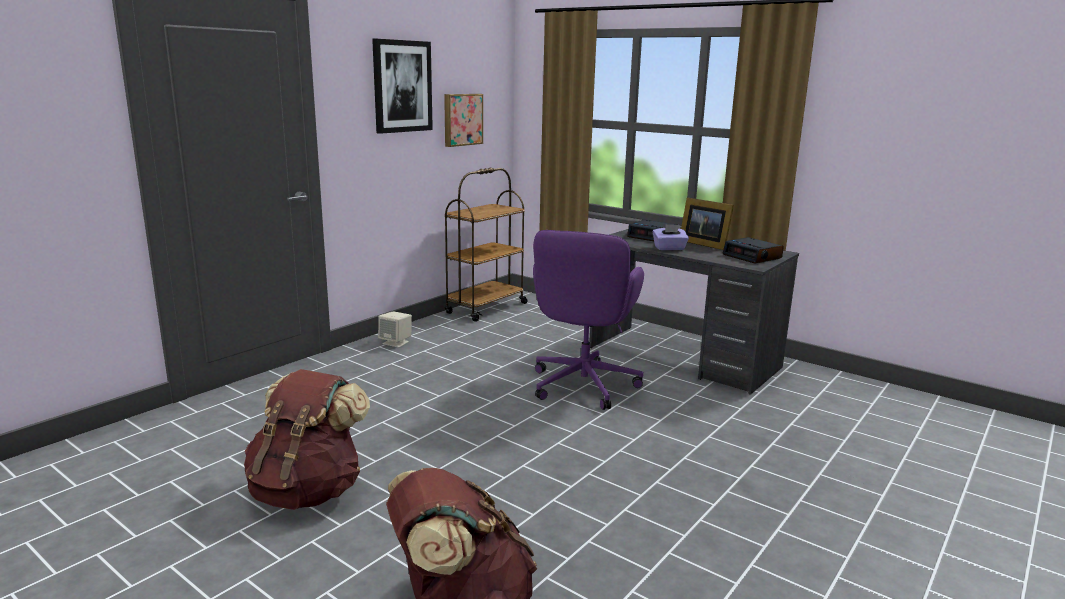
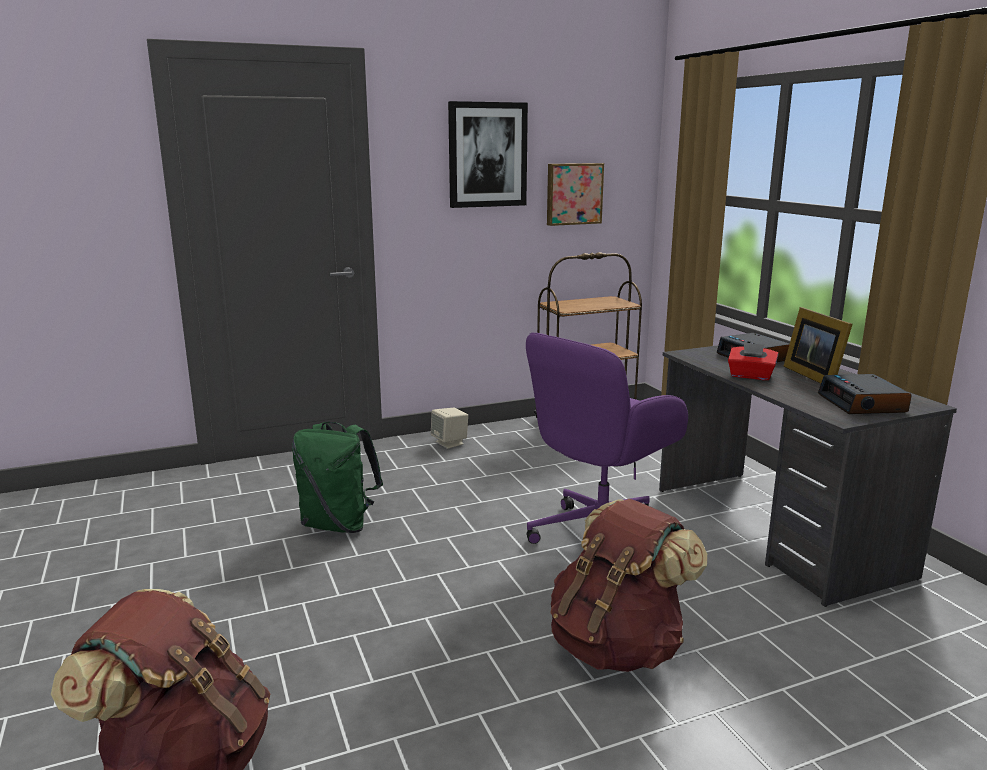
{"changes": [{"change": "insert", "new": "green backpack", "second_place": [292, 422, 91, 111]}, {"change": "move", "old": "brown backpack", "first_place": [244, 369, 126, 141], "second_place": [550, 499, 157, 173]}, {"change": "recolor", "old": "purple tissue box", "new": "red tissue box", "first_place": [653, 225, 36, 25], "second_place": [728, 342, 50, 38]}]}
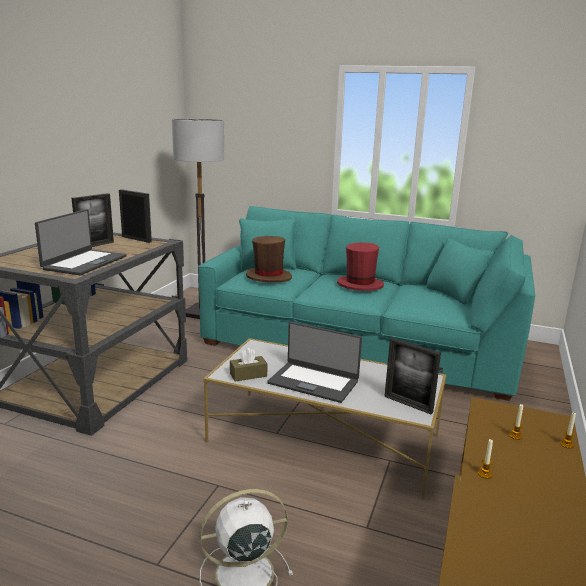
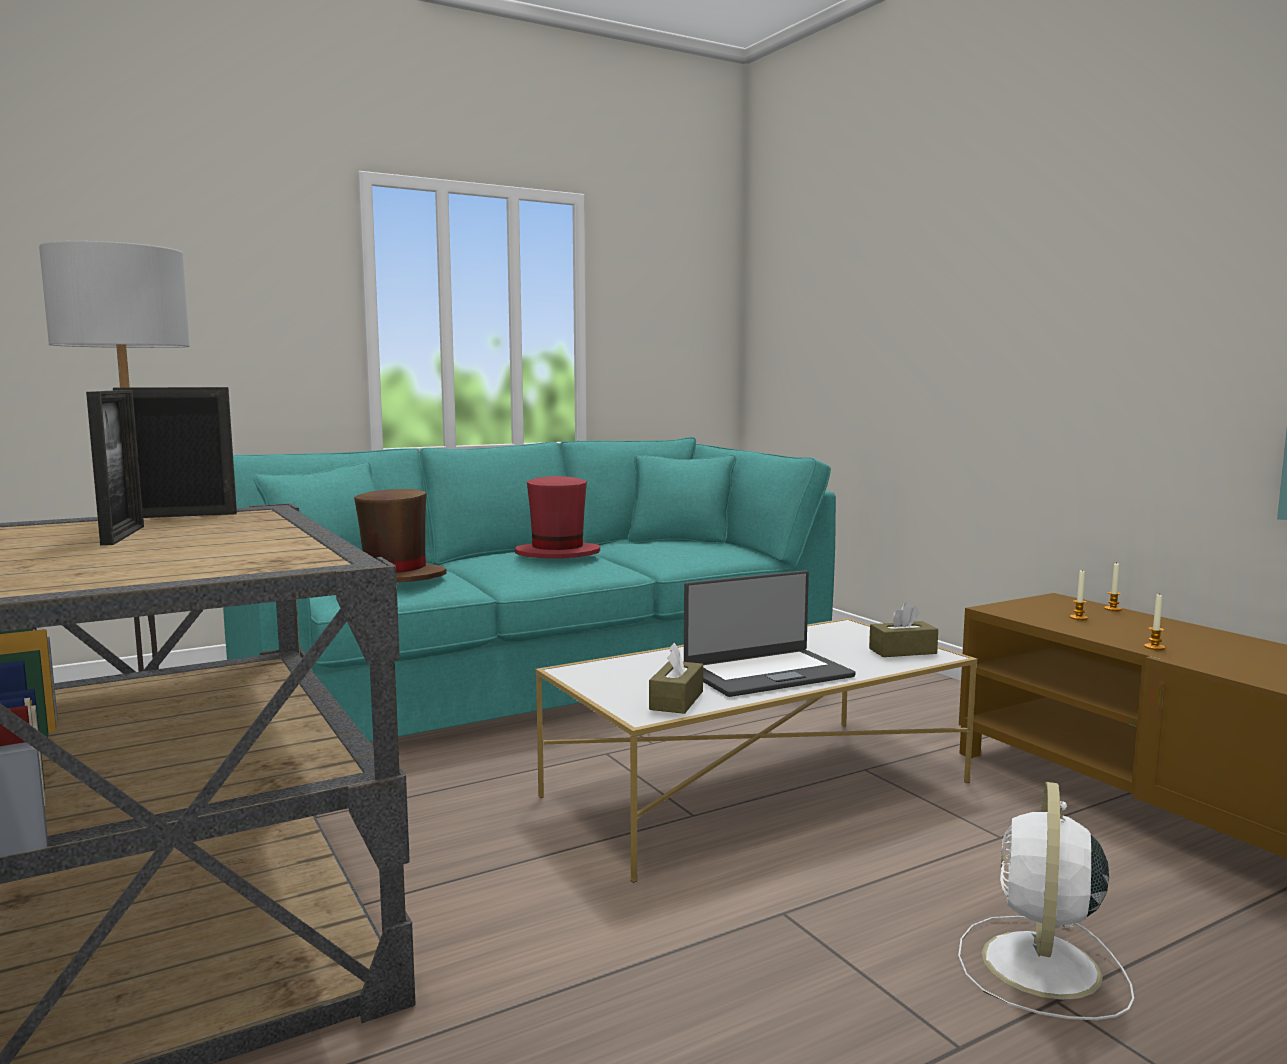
{"changes": [{"change": "replace", "old": "picture frame", "new": "brown tissue box", "first_place": [384, 338, 57, 76], "second_place": [869, 603, 69, 54]}, {"change": "delete", "old": "laptop", "first_place": [35, 209, 92, 66]}]}
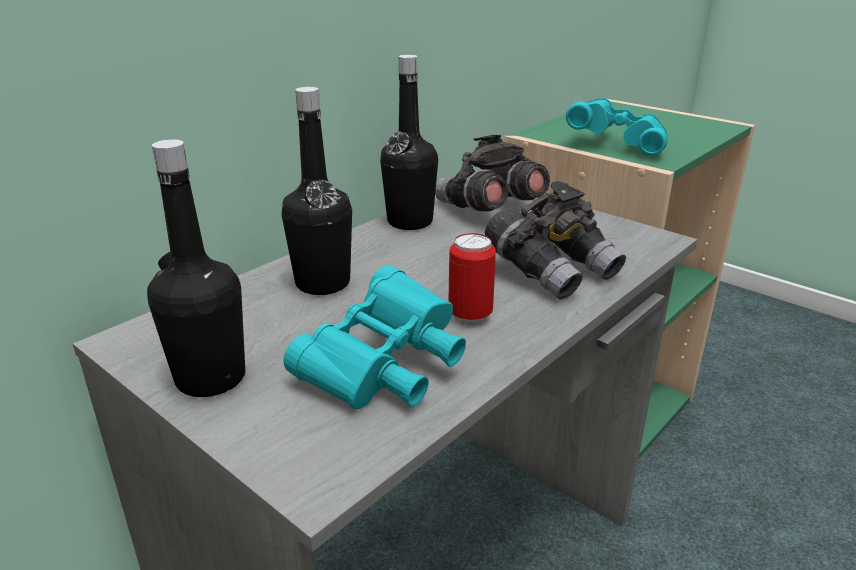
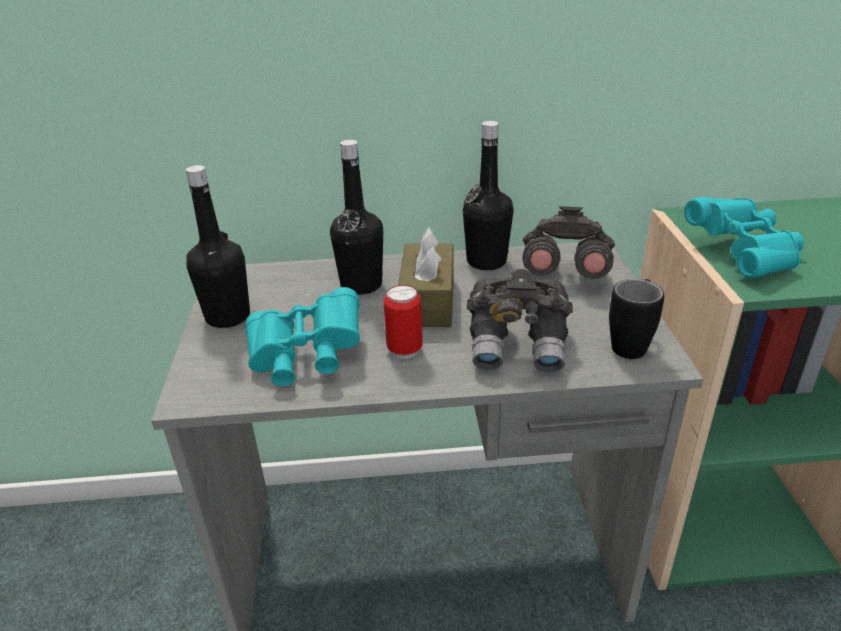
{"changes": [{"change": "insert", "new": "brown tissue box", "second_place": [398, 227, 56, 100]}, {"change": "insert", "new": "black mug", "second_place": [609, 279, 55, 80]}]}
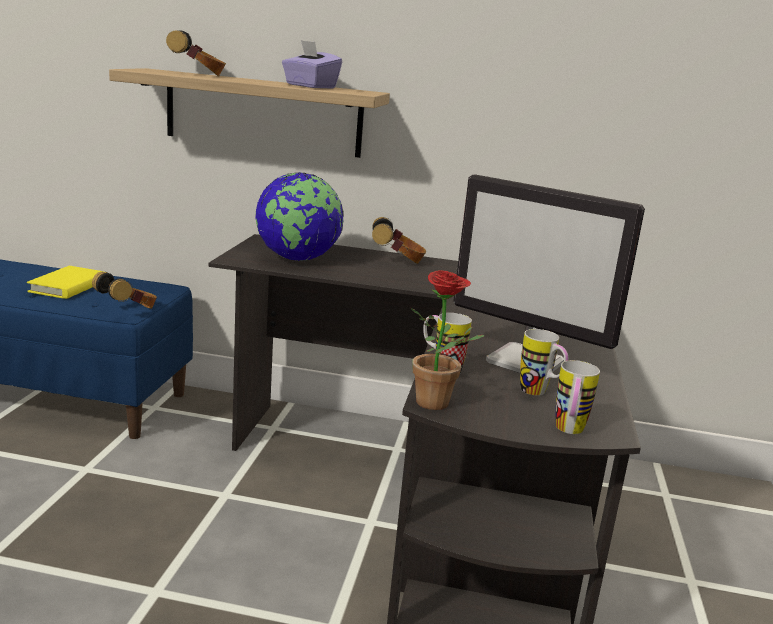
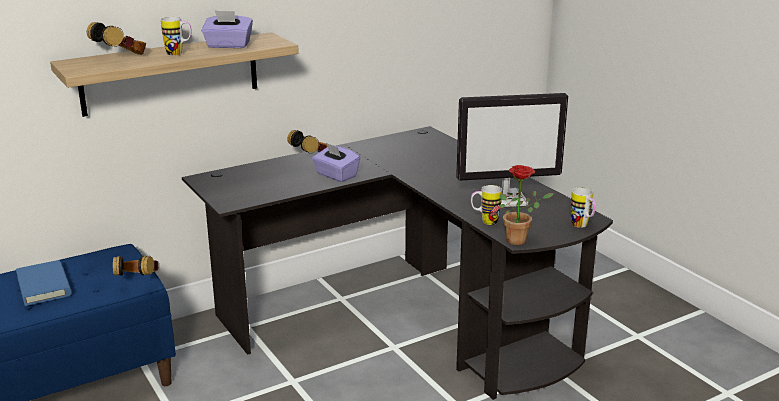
{"changes": [{"change": "recolor", "old": "yellow book", "new": "blue book", "first_place": [27, 266, 76, 33], "second_place": [16, 260, 56, 46]}, {"change": "move", "old": "mug", "first_place": [520, 329, 48, 67], "second_place": [161, 17, 31, 39]}, {"change": "insert", "new": "purple tissue box", "second_place": [312, 143, 48, 39]}, {"change": "delete", "old": "globe", "first_place": [256, 172, 88, 89]}]}
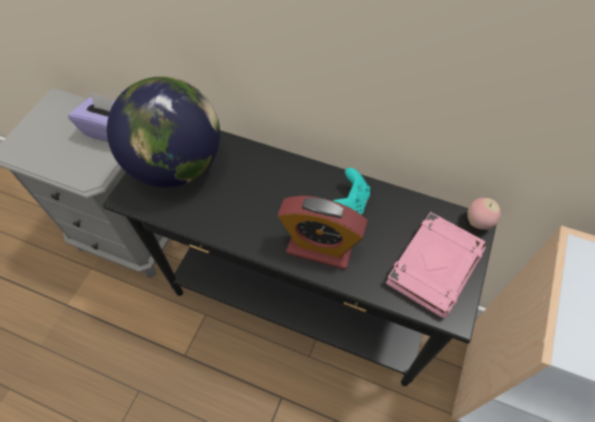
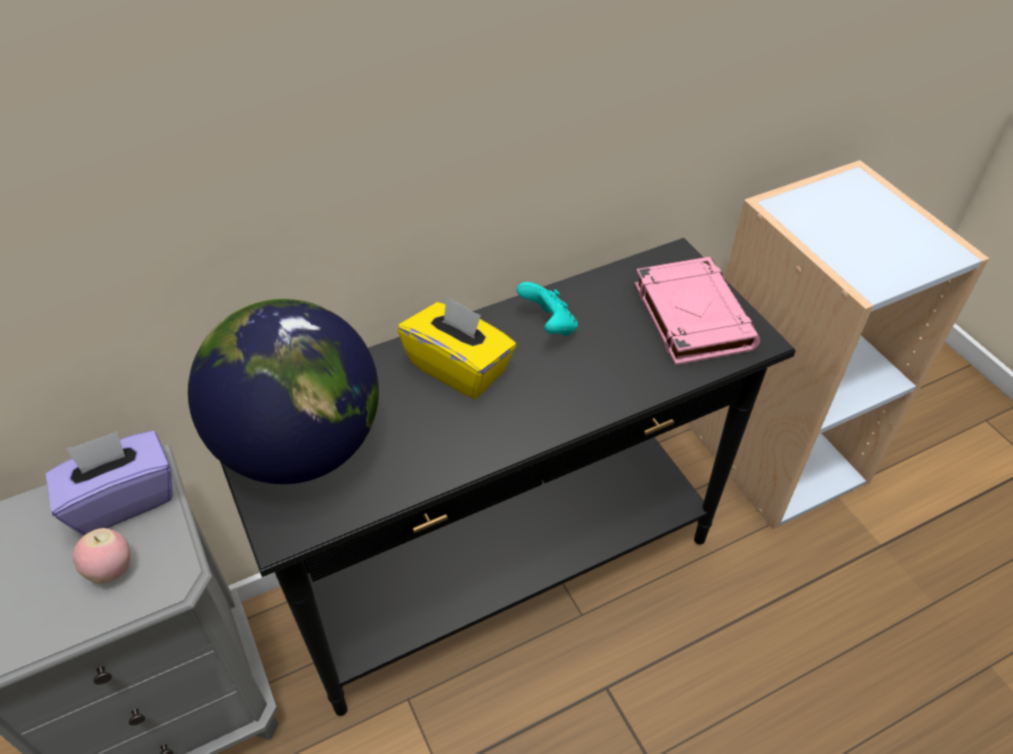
{"changes": [{"change": "move", "old": "apple", "first_place": [467, 198, 34, 32], "second_place": [73, 528, 57, 56]}, {"change": "insert", "new": "yellow tissue box", "second_place": [398, 295, 118, 104]}, {"change": "delete", "old": "alarm clock", "first_place": [278, 196, 90, 73]}]}
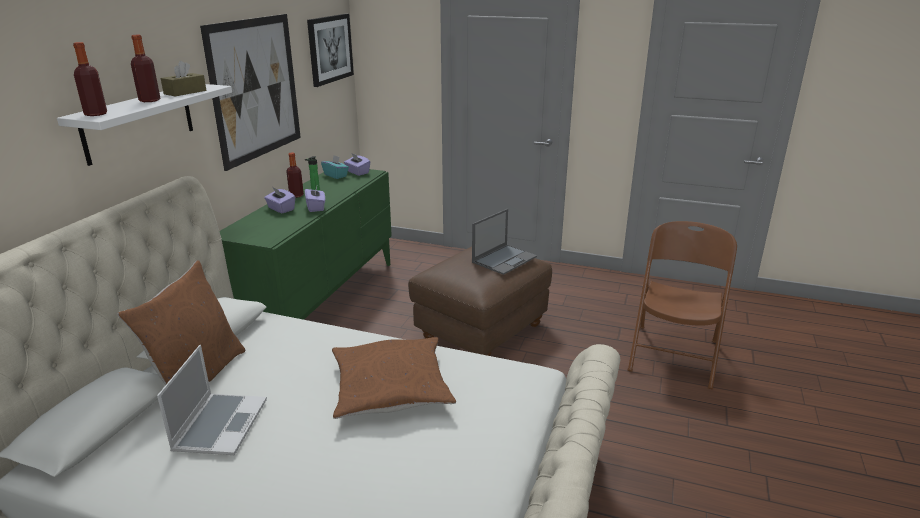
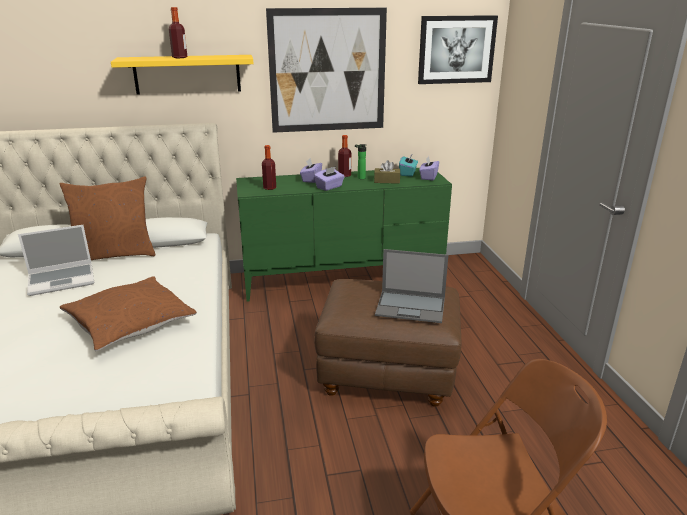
{"changes": [{"change": "recolor", "old": "white shelf", "new": "yellow shelf", "first_place": [57, 84, 175, 82], "second_place": [111, 55, 143, 40]}, {"change": "move", "old": "bottle", "first_place": [73, 42, 34, 74], "second_place": [262, 145, 14, 45]}, {"change": "move", "old": "brown tissue box", "first_place": [161, 61, 45, 35], "second_place": [374, 160, 26, 24]}]}
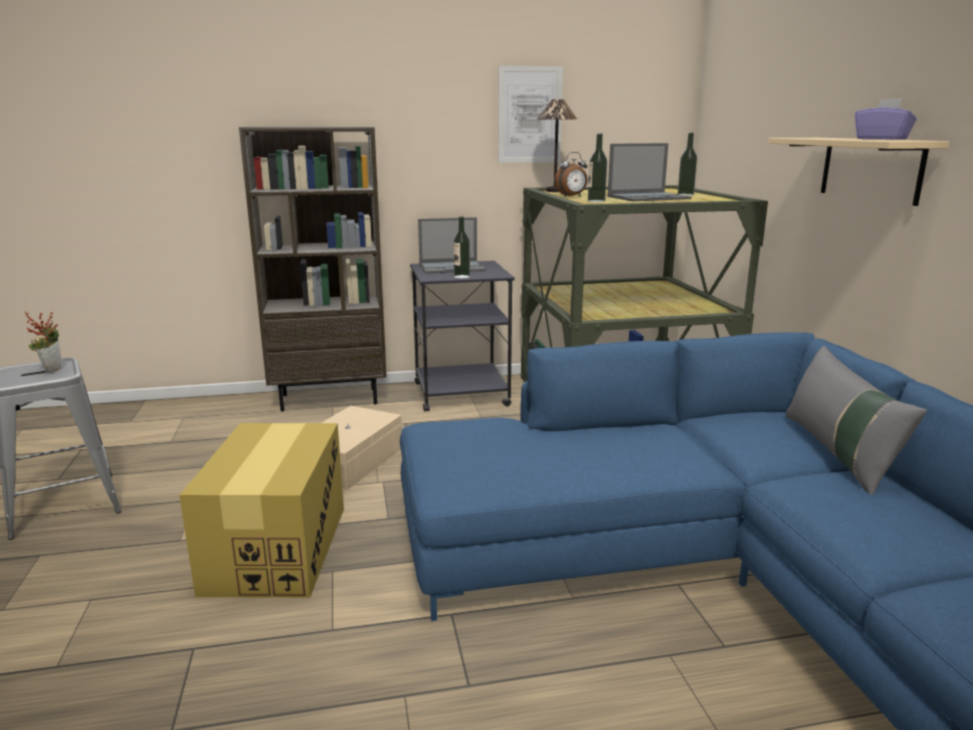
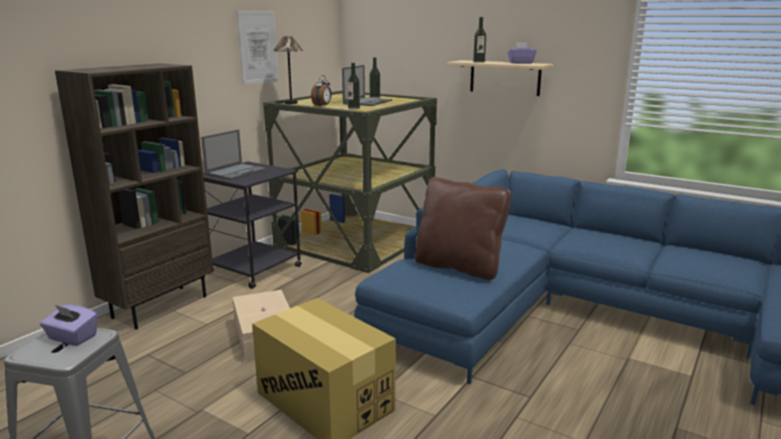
{"changes": [{"change": "replace", "old": "potted plant", "new": "purple tissue box", "first_place": [25, 311, 36, 62], "second_place": [40, 304, 58, 42]}, {"change": "insert", "new": "brown pillow", "second_place": [415, 177, 96, 103]}, {"change": "move", "old": "bottle", "first_place": [453, 217, 17, 62], "second_place": [473, 17, 13, 46]}, {"change": "delete", "old": "grey pillow", "first_place": [786, 346, 141, 149]}]}
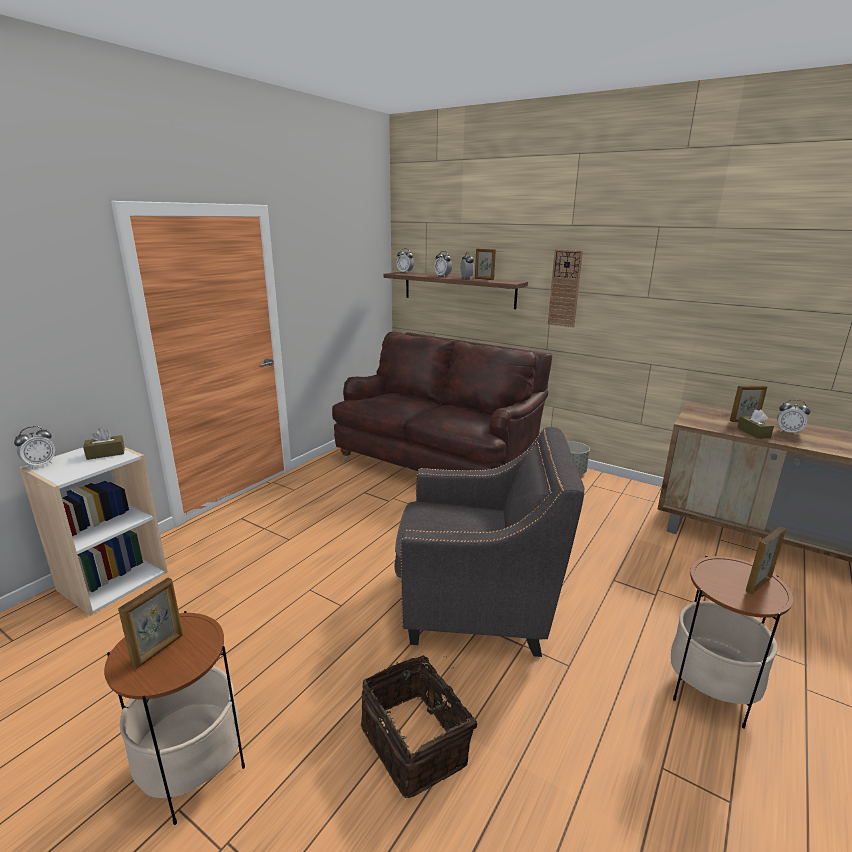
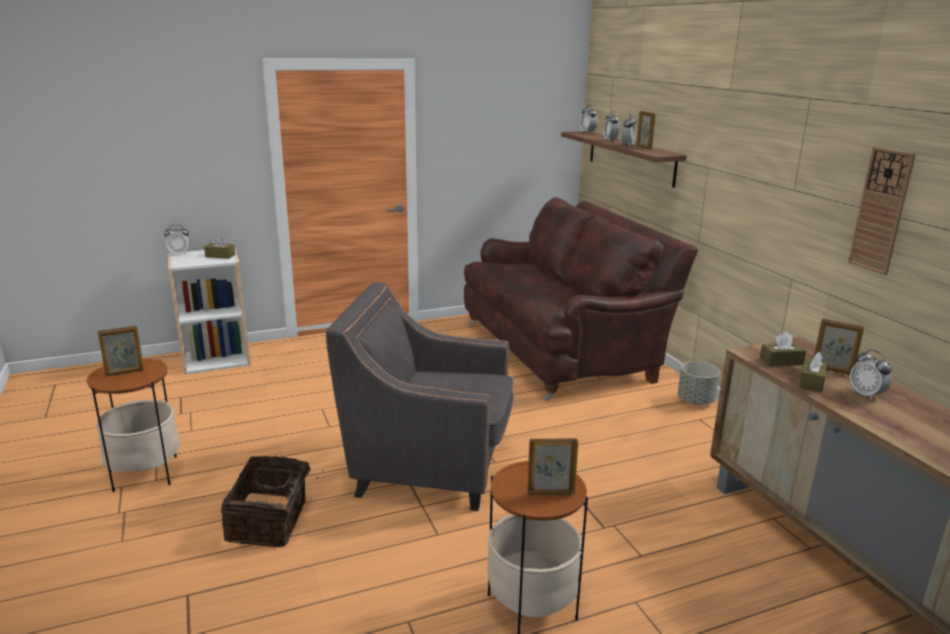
{"changes": [{"change": "rotate", "old": "grey armchair", "first_place": [394, 427, 190, 230], "second_place": [326, 282, 187, 229], "degrees": 150}, {"change": "insert", "new": "brown tissue box", "second_place": [760, 332, 46, 34]}, {"change": "move", "old": "wall clock", "first_place": [548, 249, 35, 78], "second_place": [848, 147, 68, 128]}]}
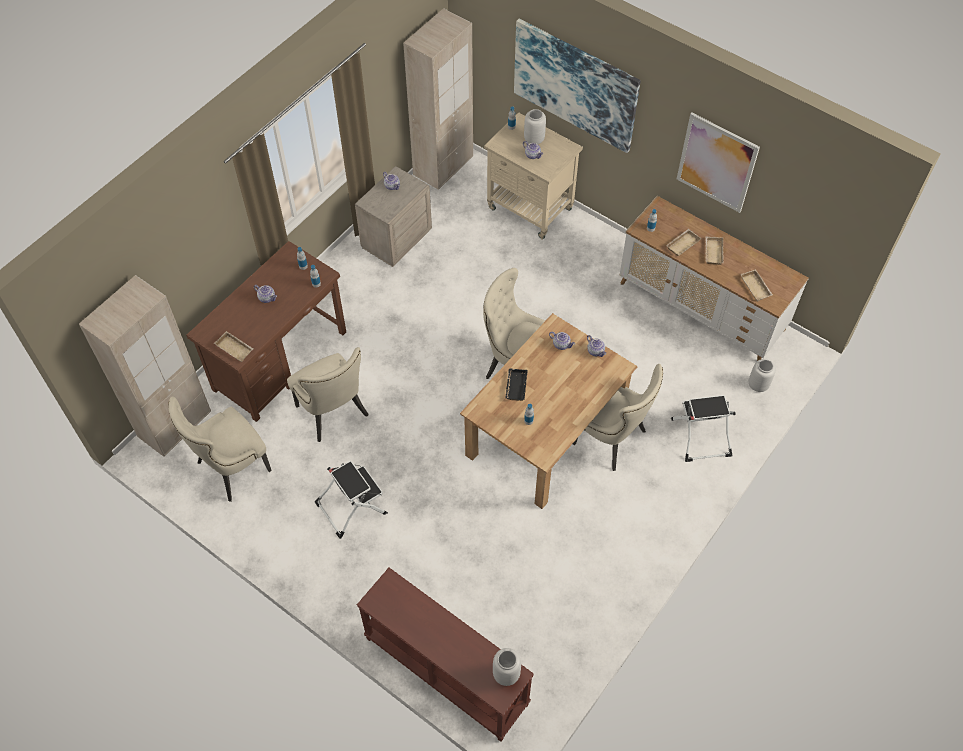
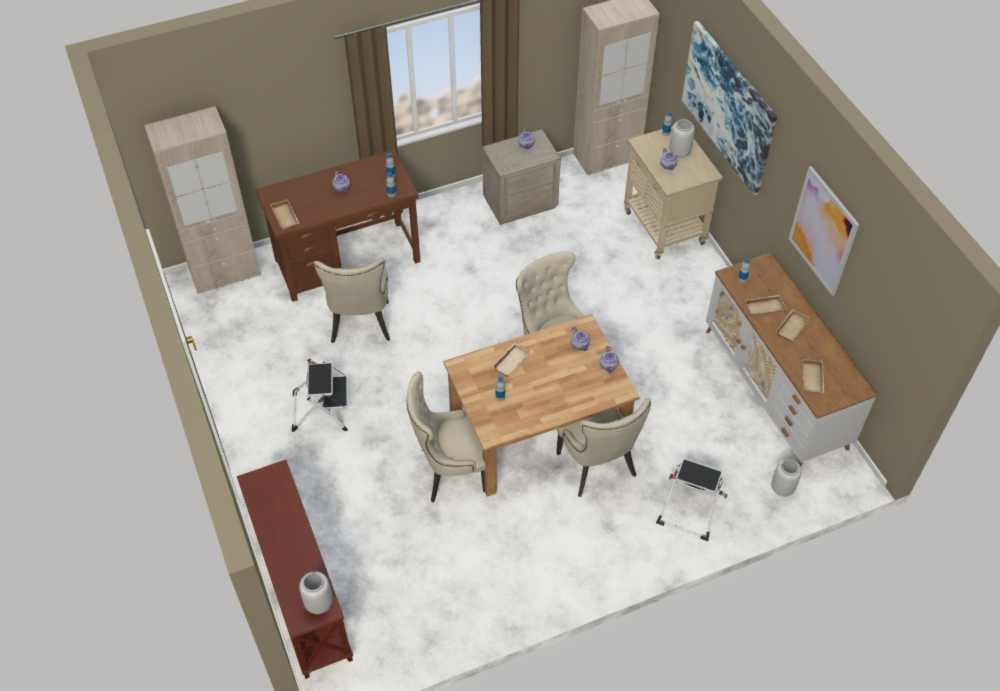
{"changes": [{"change": "move", "old": "beige chair", "first_place": [168, 396, 104, 106], "second_place": [407, 371, 78, 131]}, {"change": "recolor", "old": "black tray", "new": "beige tray", "first_place": [506, 369, 22, 32], "second_place": [492, 343, 38, 34]}]}
